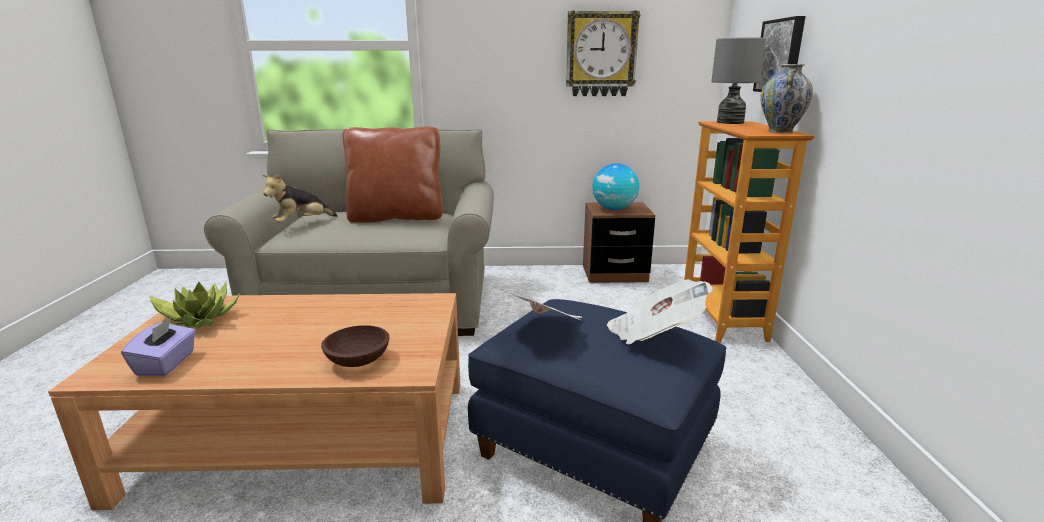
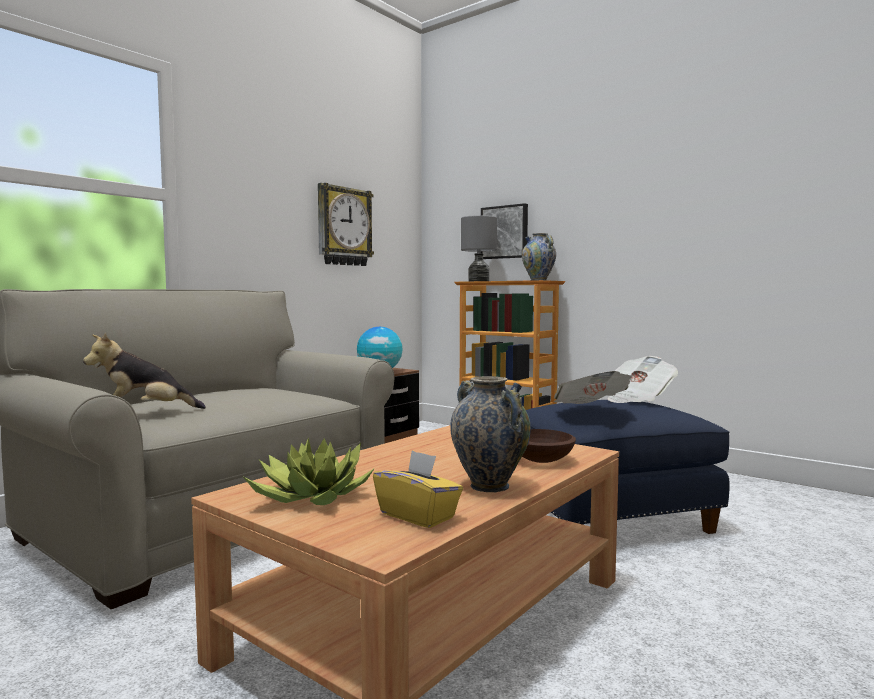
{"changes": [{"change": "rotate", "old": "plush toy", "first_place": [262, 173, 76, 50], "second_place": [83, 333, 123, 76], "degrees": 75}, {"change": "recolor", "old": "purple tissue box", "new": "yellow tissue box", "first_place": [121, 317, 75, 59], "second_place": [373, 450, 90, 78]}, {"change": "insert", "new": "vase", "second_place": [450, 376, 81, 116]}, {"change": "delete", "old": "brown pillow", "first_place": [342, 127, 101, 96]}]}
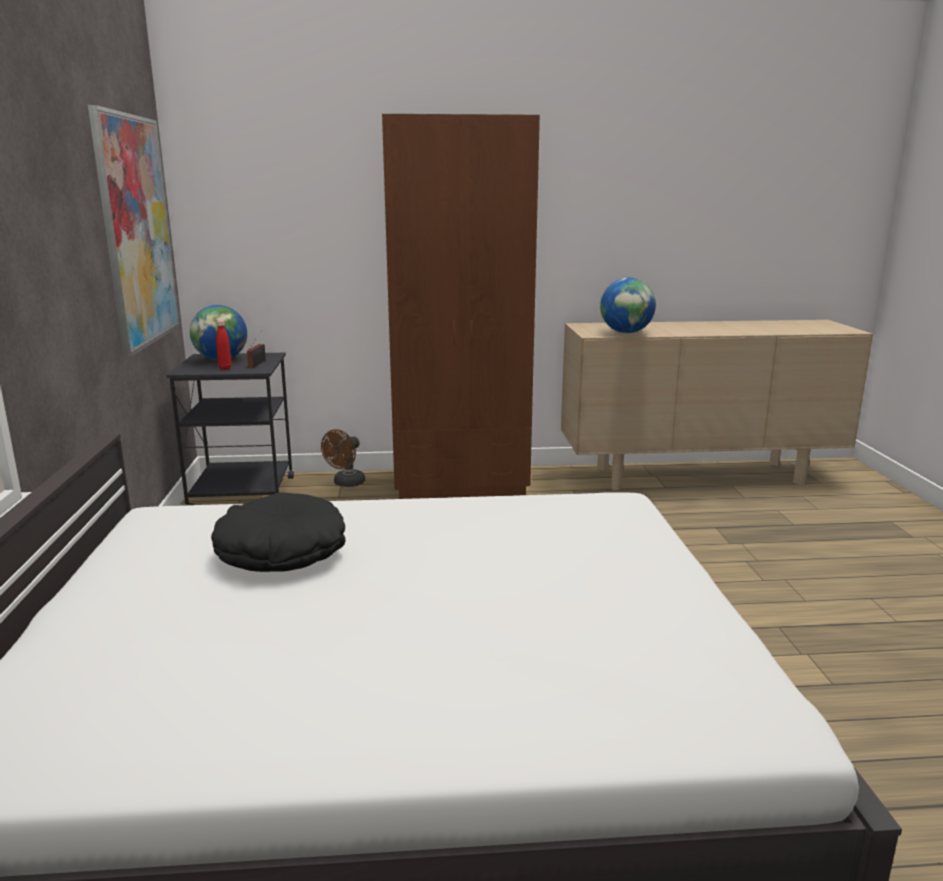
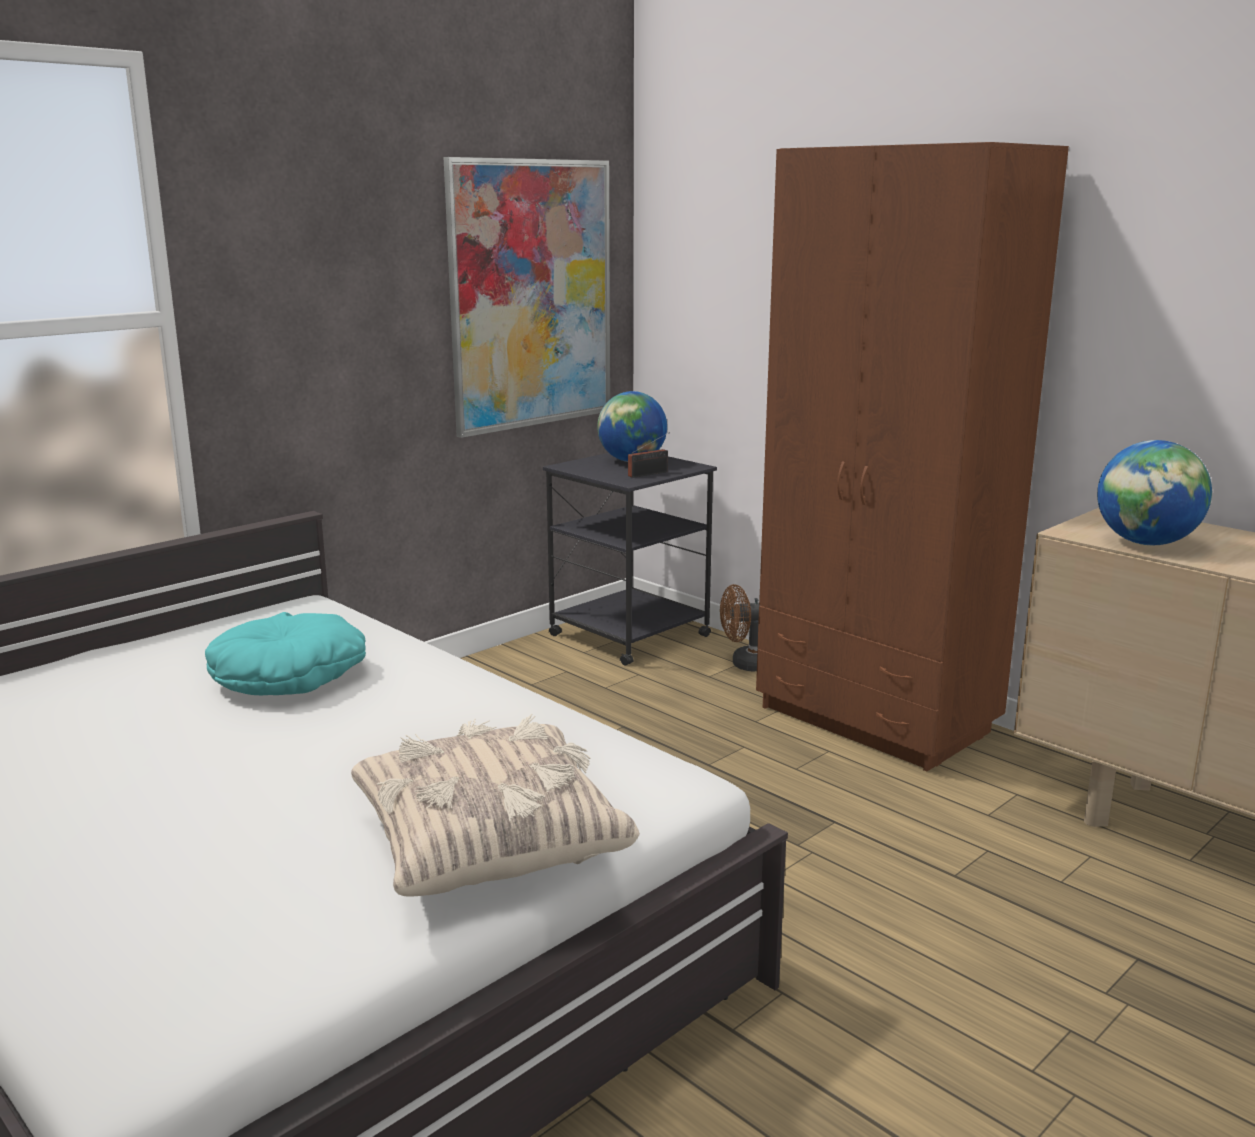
{"changes": [{"change": "recolor", "old": "black pillow", "new": "turquoise pillow", "first_place": [211, 492, 134, 80], "second_place": [205, 612, 161, 83]}, {"change": "insert", "new": "beige pillow", "second_place": [351, 714, 289, 183]}, {"change": "delete", "old": "red bottle", "first_place": [216, 320, 16, 50]}]}
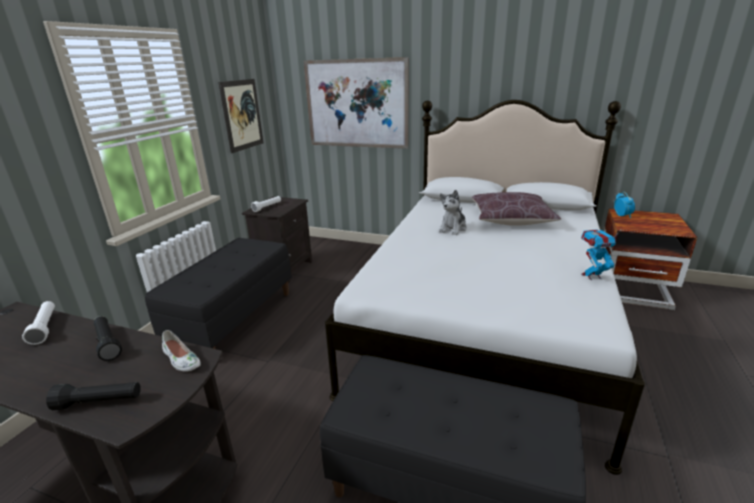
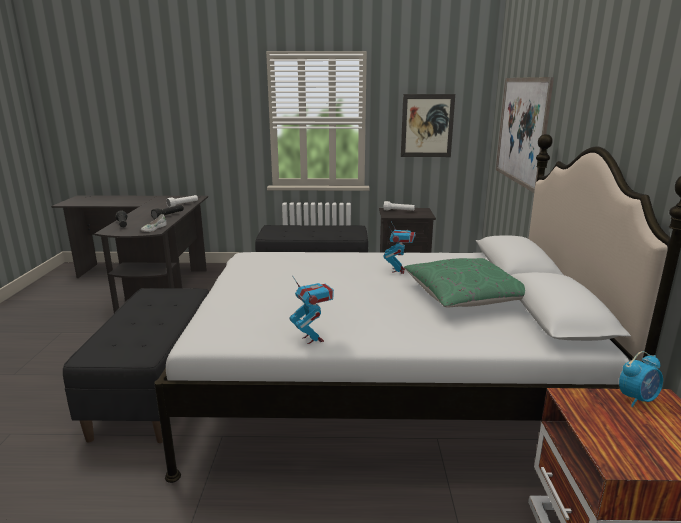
{"changes": [{"change": "replace", "old": "plush toy", "new": "toy robot", "first_place": [439, 190, 28, 45], "second_place": [384, 225, 32, 49]}, {"change": "recolor", "old": "brown pillow", "new": "green pillow", "first_place": [472, 192, 89, 34], "second_place": [404, 258, 121, 49]}]}
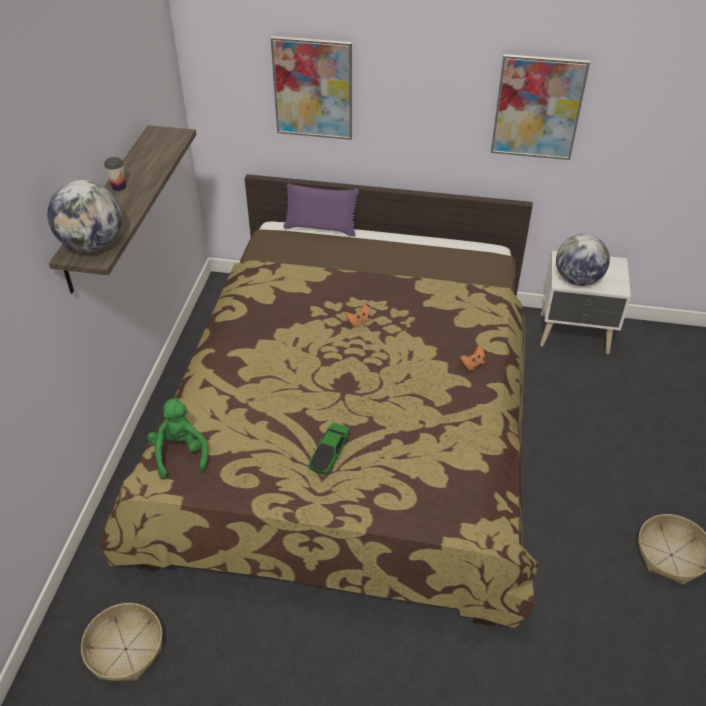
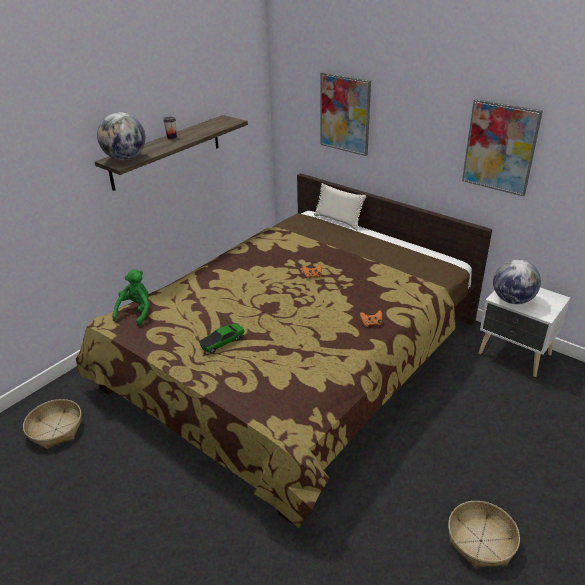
{"changes": [{"change": "recolor", "old": "purple pillow", "new": "white pillow", "first_place": [283, 183, 76, 54], "second_place": [314, 183, 52, 47]}]}
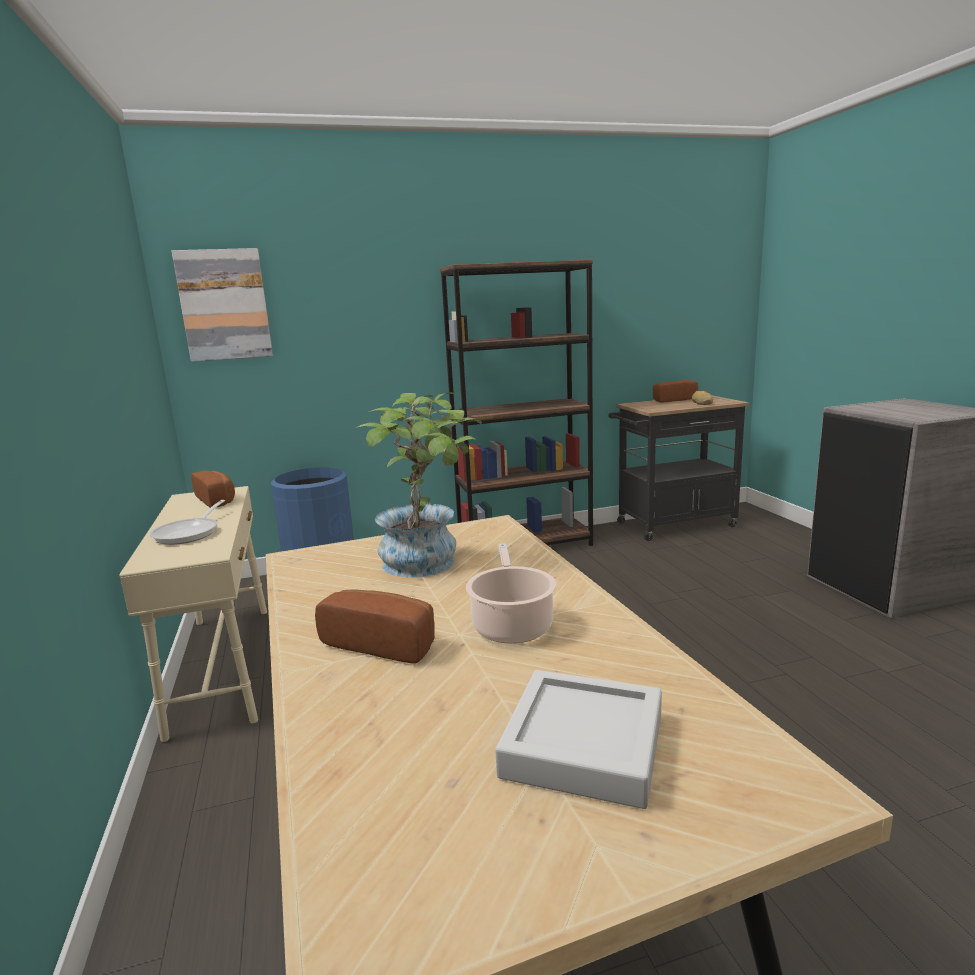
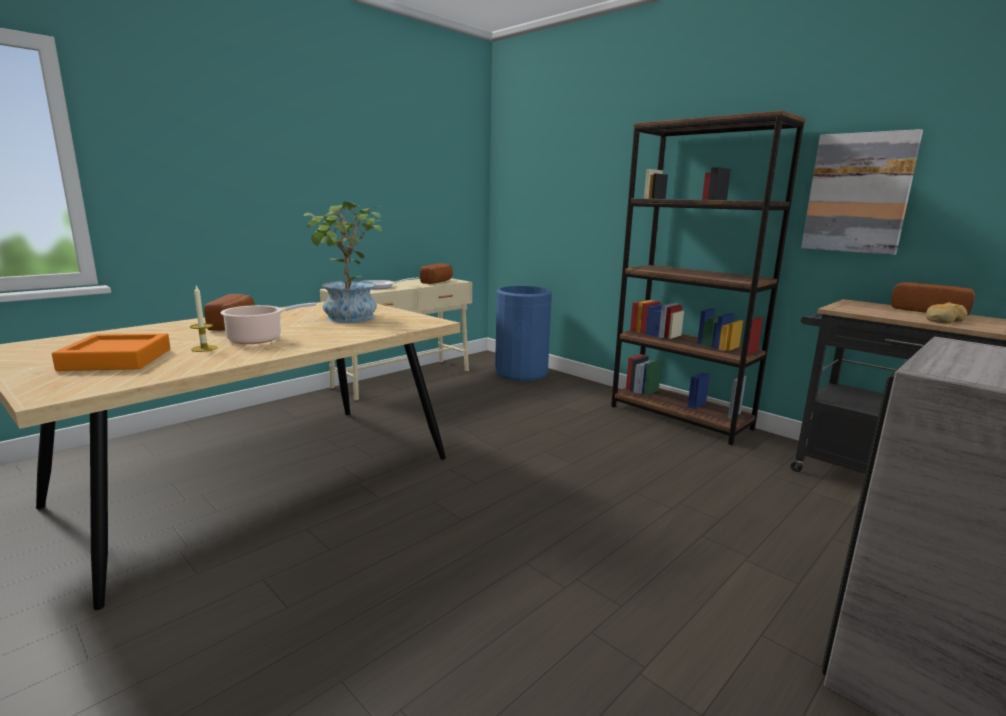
{"changes": [{"change": "recolor", "old": "grey tray", "new": "orange tray", "first_place": [495, 670, 167, 139], "second_place": [52, 333, 118, 38]}, {"change": "insert", "new": "candle", "second_place": [190, 286, 28, 66]}, {"change": "move", "old": "picture", "first_place": [172, 248, 101, 114], "second_place": [801, 129, 122, 126]}]}
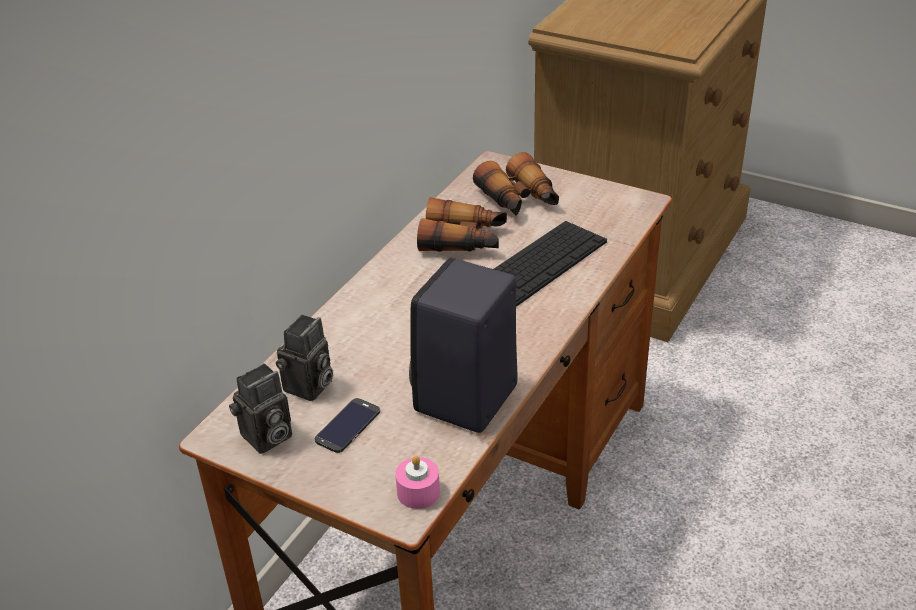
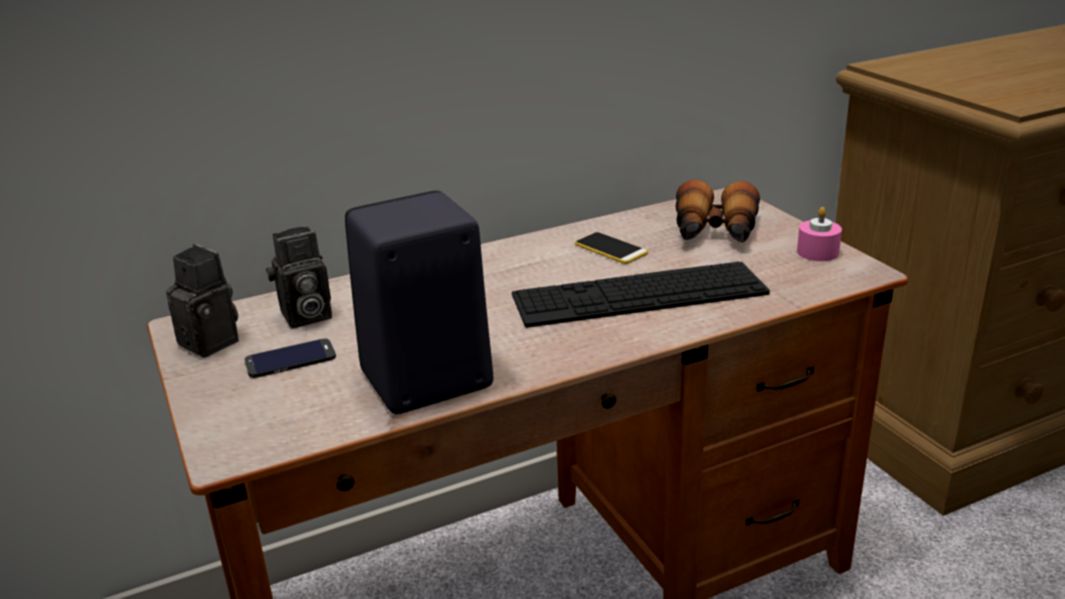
{"changes": [{"change": "rotate", "old": "photo camera", "first_place": [229, 363, 63, 91], "second_place": [166, 243, 73, 115], "degrees": -135}, {"change": "replace", "old": "binoculars", "new": "phone", "first_place": [417, 197, 90, 55], "second_place": [575, 232, 73, 32]}, {"change": "move", "old": "pink candle", "first_place": [395, 456, 45, 53], "second_place": [797, 207, 45, 54]}]}
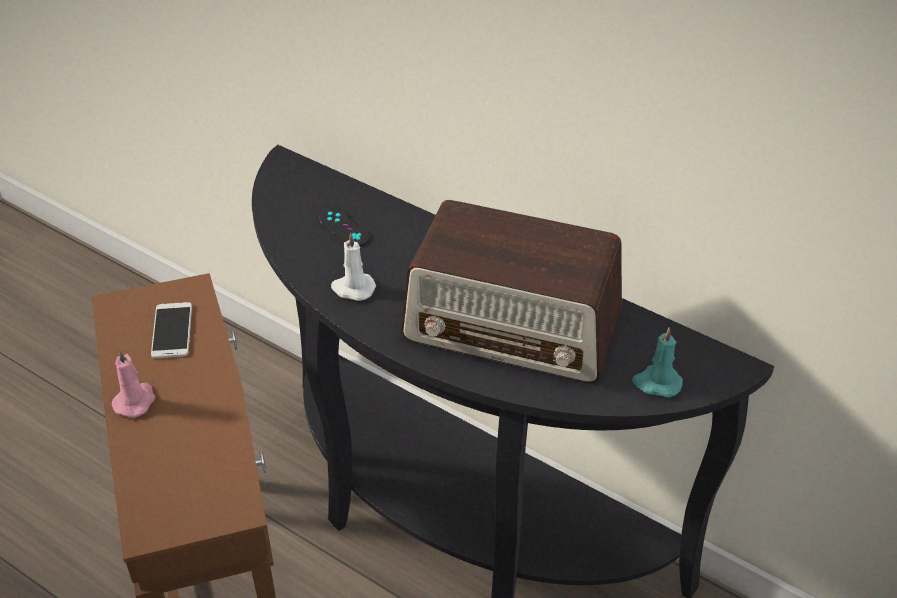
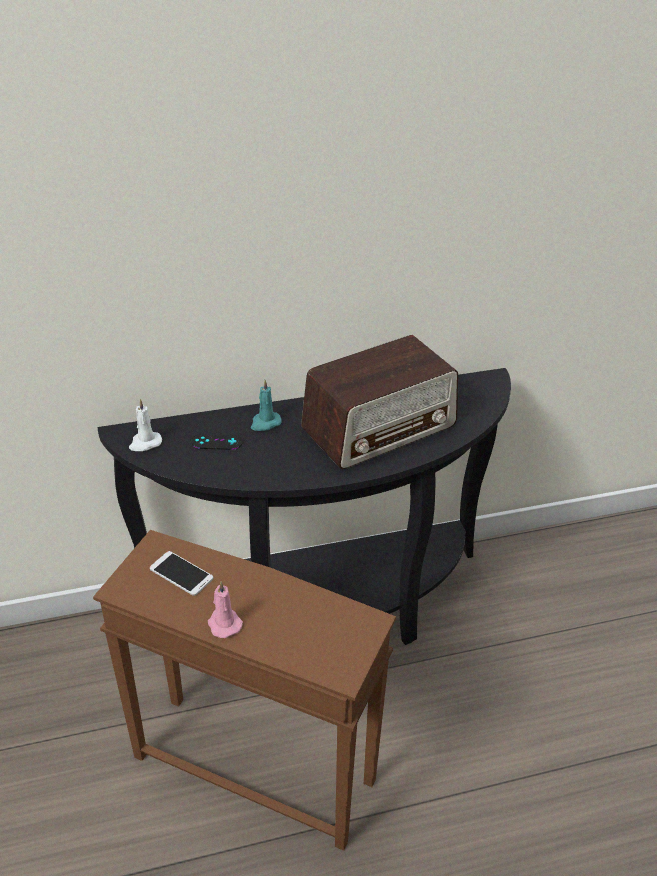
{"changes": [{"change": "move", "old": "white candle", "first_place": [331, 232, 45, 69], "second_place": [129, 399, 33, 52]}, {"change": "move", "old": "turquoise candle", "first_place": [632, 327, 51, 70], "second_place": [251, 380, 31, 51]}]}
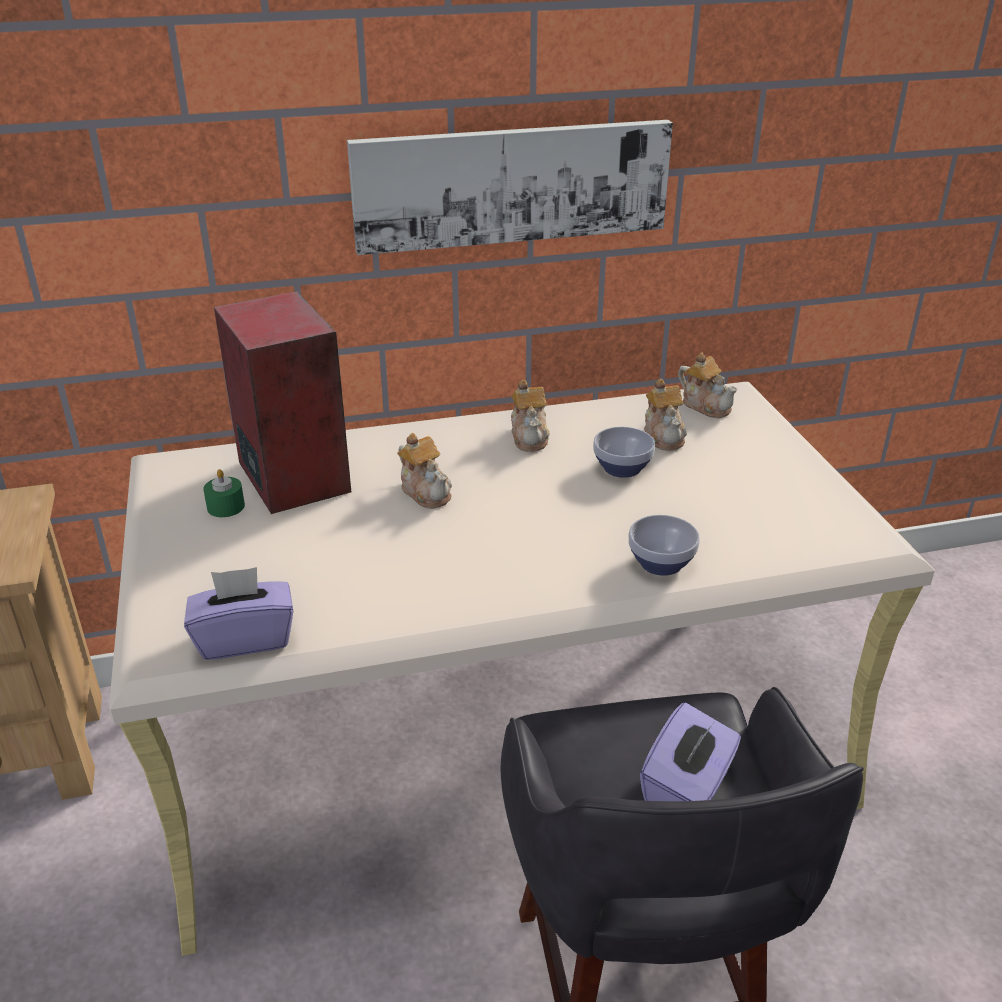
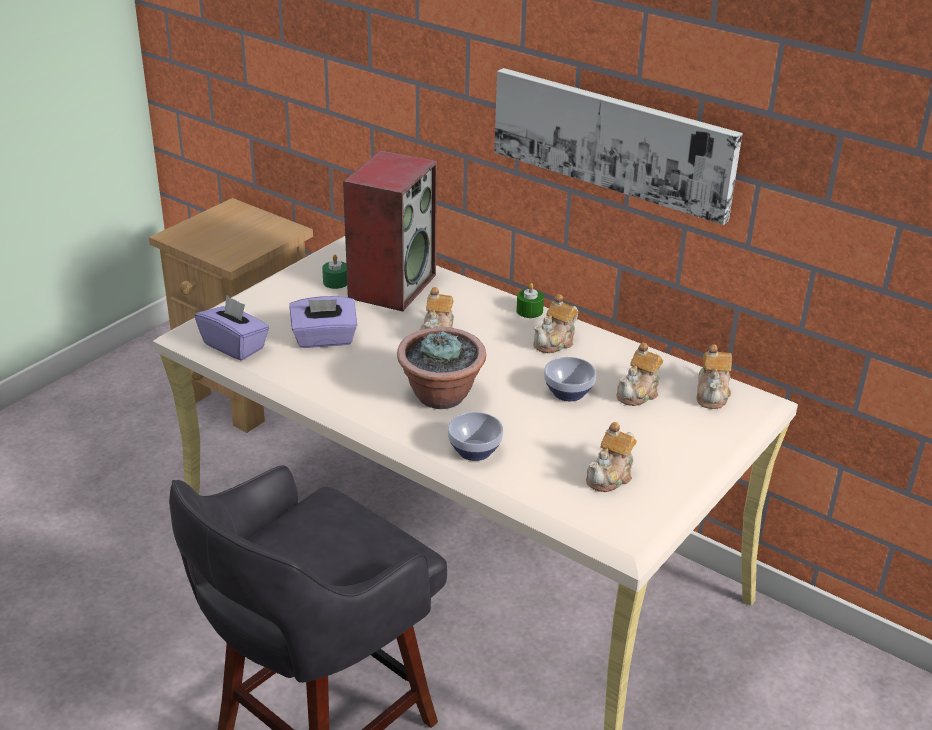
{"changes": [{"change": "move", "old": "purple tissue box", "first_place": [640, 702, 101, 99], "second_place": [289, 296, 68, 52]}, {"change": "insert", "new": "potted plant", "second_place": [397, 327, 89, 82]}, {"change": "insert", "new": "green candle", "second_place": [516, 283, 28, 35]}, {"change": "insert", "new": "teapot", "second_place": [586, 422, 51, 70]}]}
